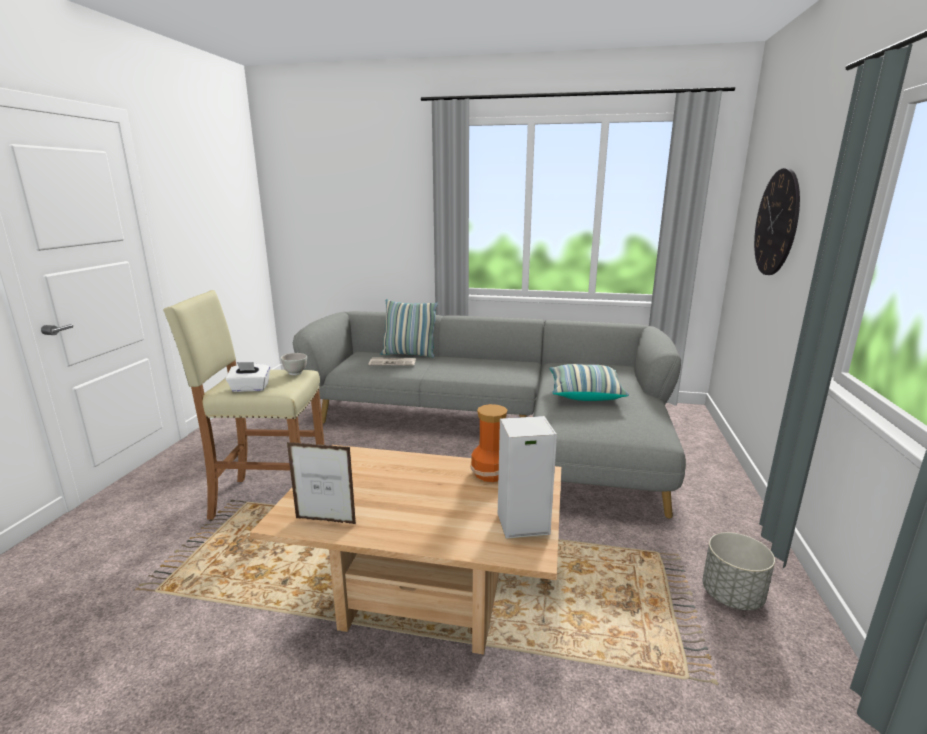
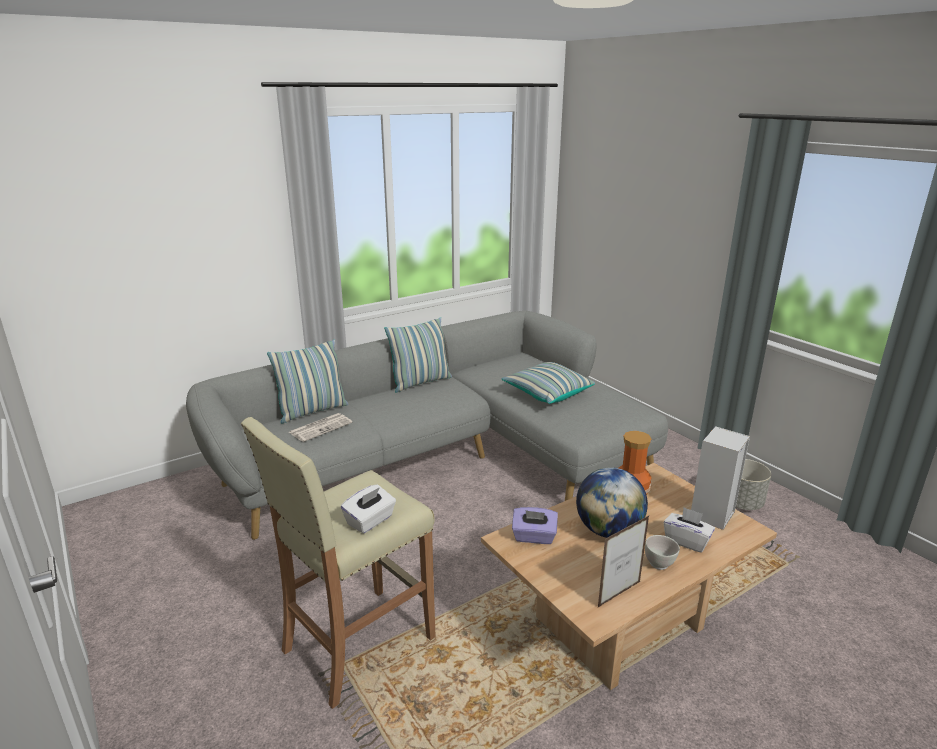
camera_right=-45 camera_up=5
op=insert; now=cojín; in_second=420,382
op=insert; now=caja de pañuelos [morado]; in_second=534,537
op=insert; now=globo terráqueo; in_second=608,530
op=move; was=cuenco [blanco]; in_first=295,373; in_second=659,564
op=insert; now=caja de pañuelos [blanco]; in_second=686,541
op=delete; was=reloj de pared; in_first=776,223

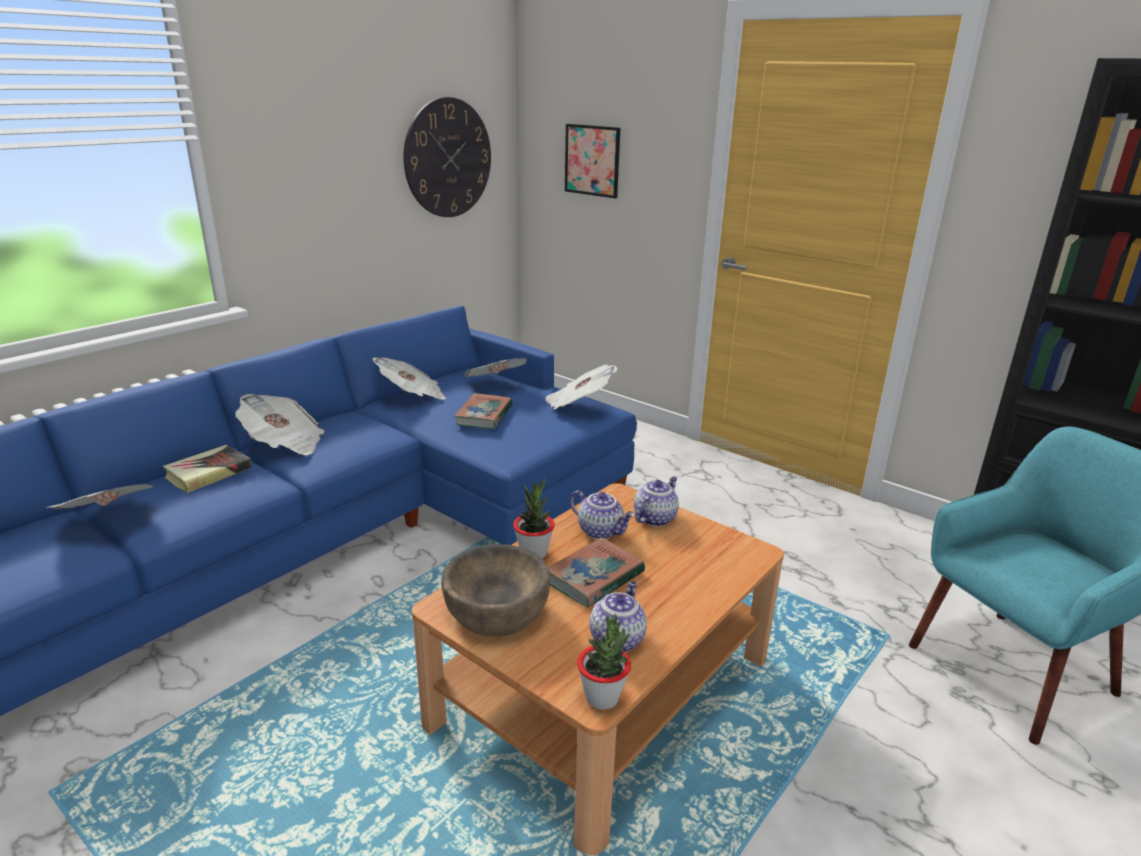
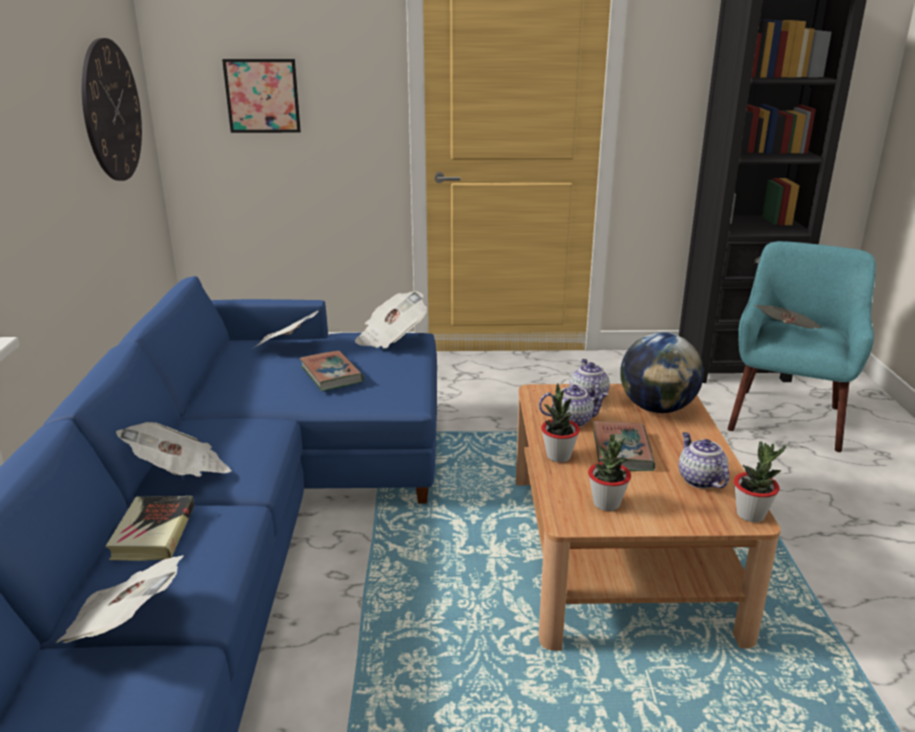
camera_right=-40 camera_up=0
op=replace; was=cuenco [marrón]; now=planta en maceta; in_first=496,611; in_second=606,503
op=insert; now=globo terráqueo; in_second=657,408
op=move; was=periódico; in_first=412,395; in_second=786,335

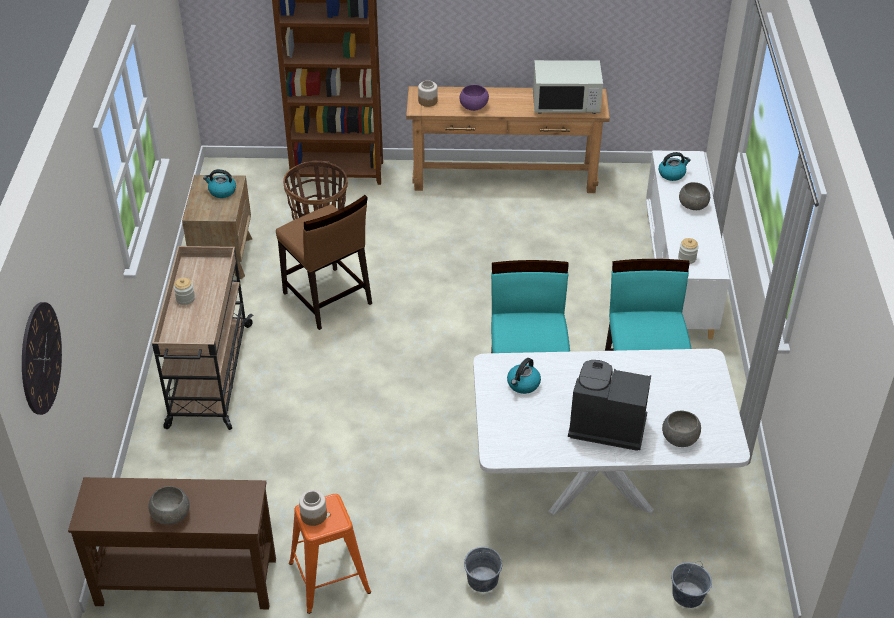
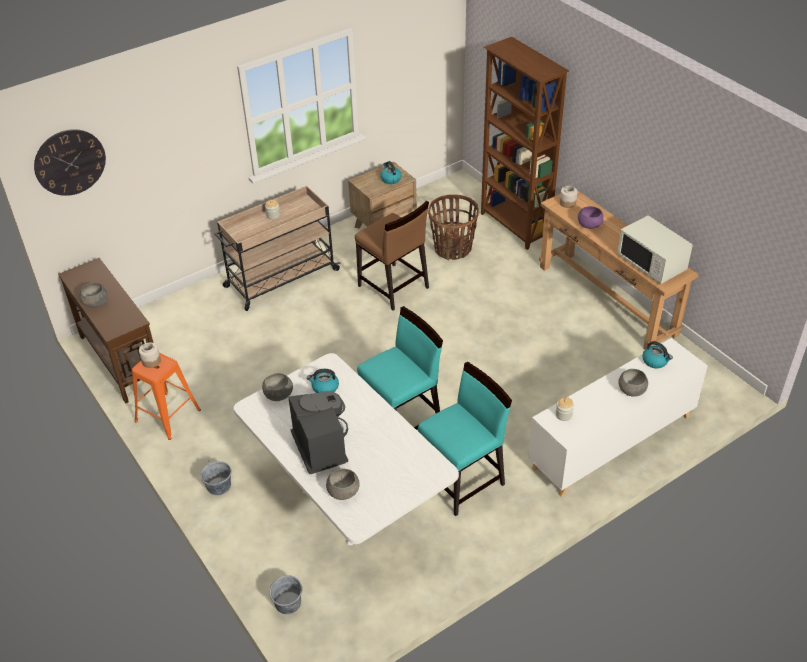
camera_right=55 camera_up=0
op=insert; now=cuenco [gris]; in_second=278,395
op=rotate; was=silla [marrón]; in_first=327,299; in_second=393,287; clockwise=-60

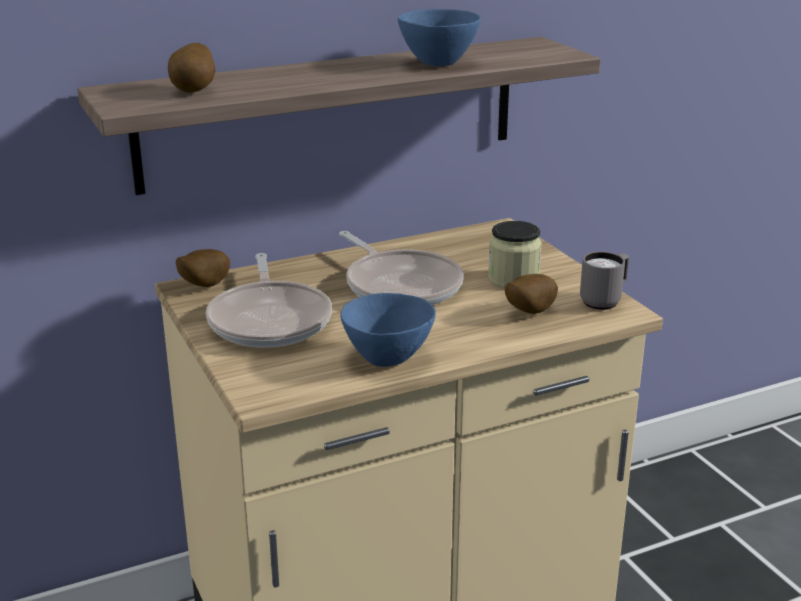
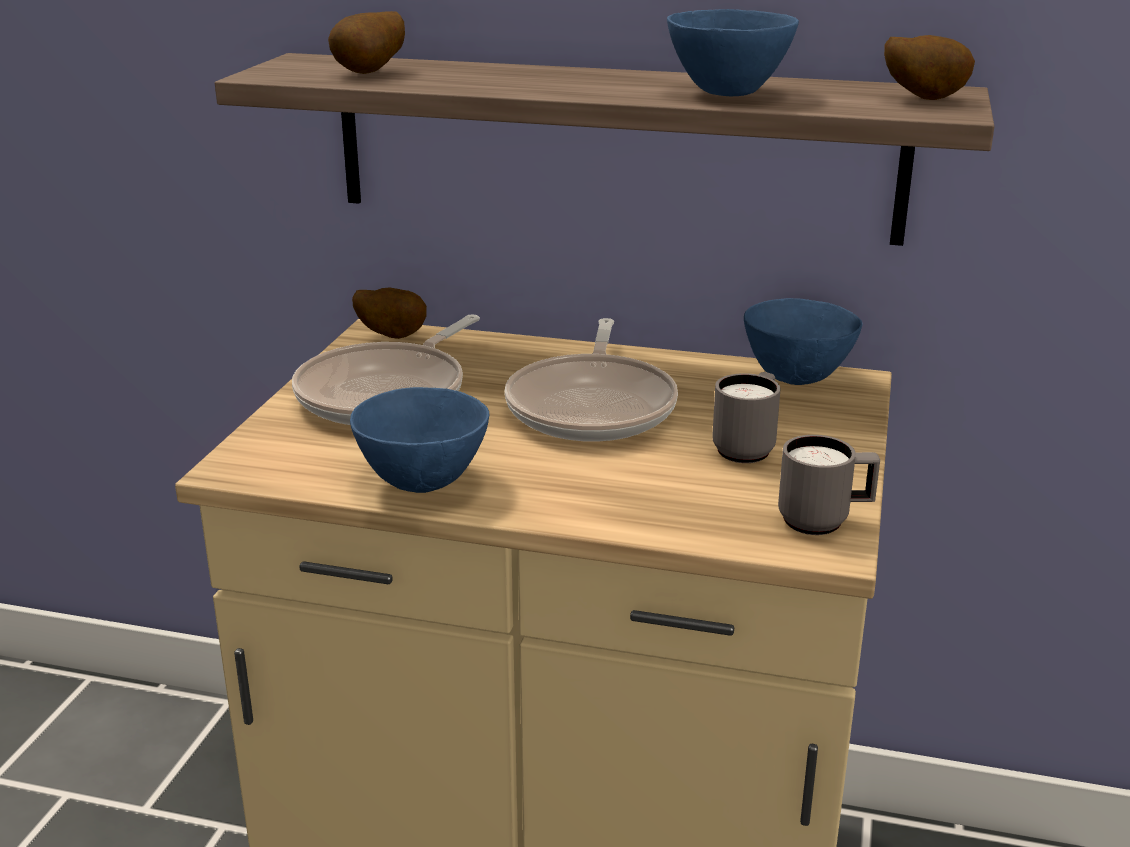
camera_right=40 camera_up=0
op=replace; was=tarro; now=taza grande [gris]; in_first=513,279; in_second=747,448
op=insert; now=cuenco [azul]; in_second=798,377
op=move; was=patata; in_first=528,312; in_second=922,99

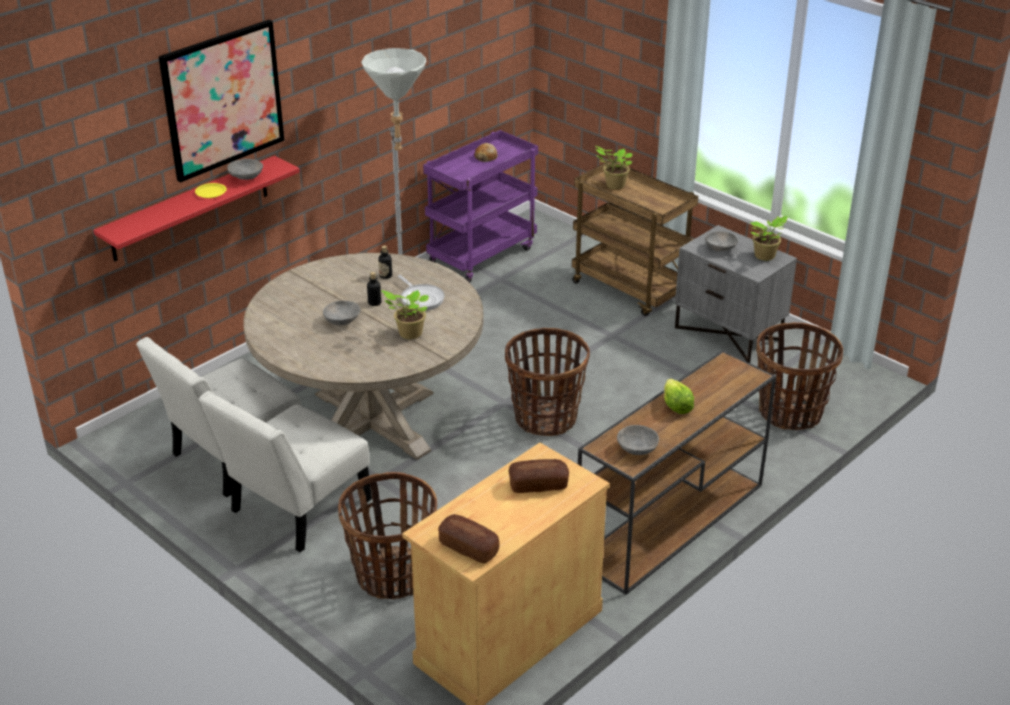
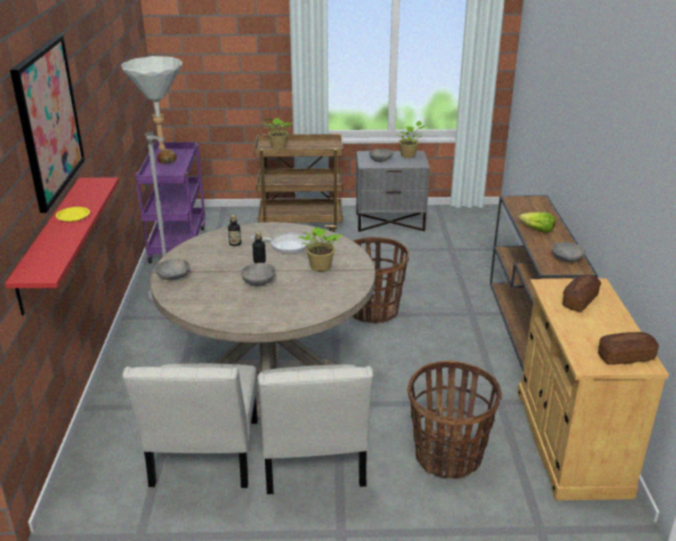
camera_right=-45 camera_up=-5
op=move; was=cuenco [gris]; in_first=246,178; in_second=174,278
op=delete; was=cesta; in_first=790,413

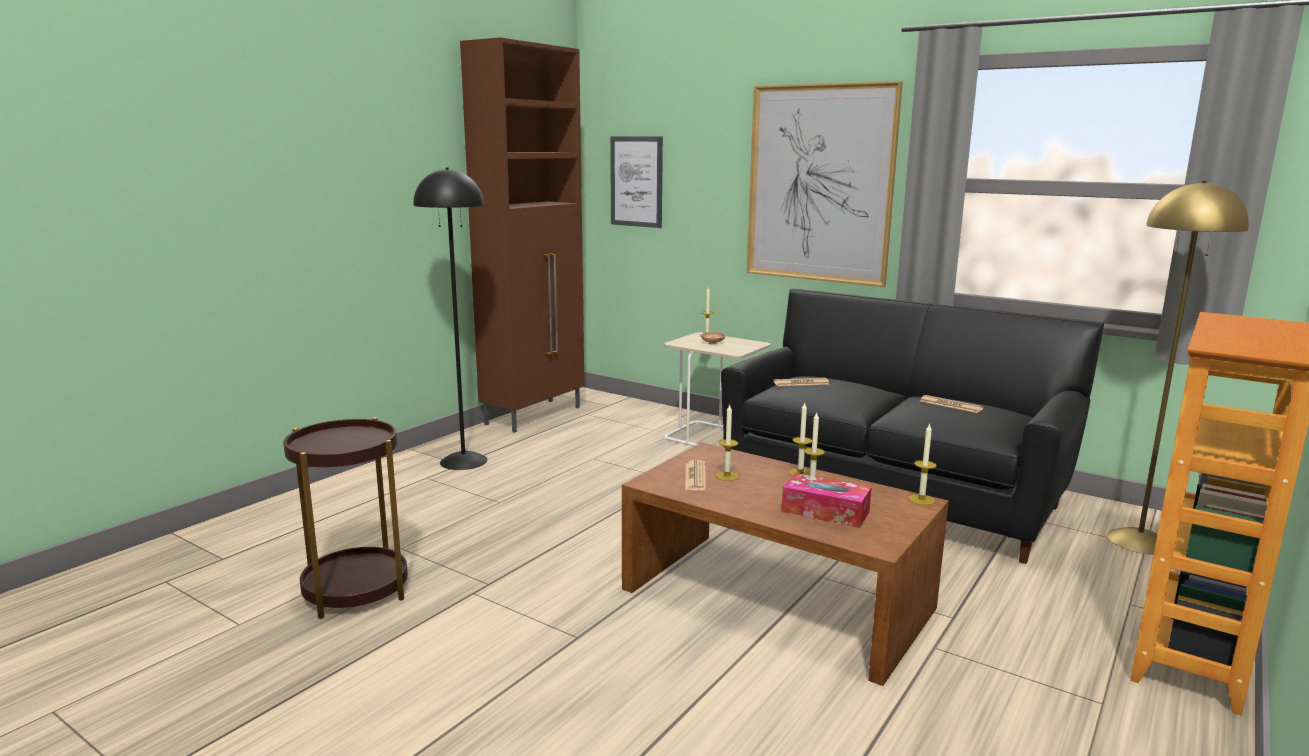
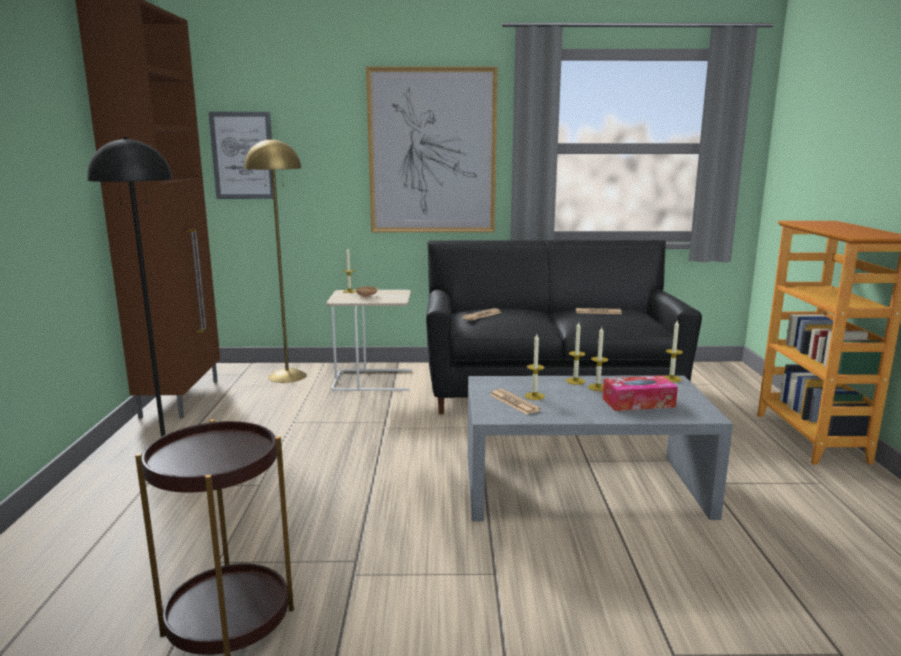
camera_right=-35 camera_up=0
op=move; was=lámpara de pie [amarillo]; in_first=1139,541; in_second=287,376
op=recolor; was=mesa de centro [marrón]; now=mesa de centro [gris]; in_first=777,598; in_second=583,486

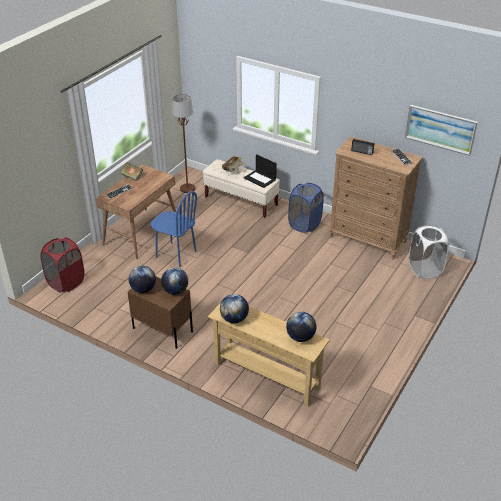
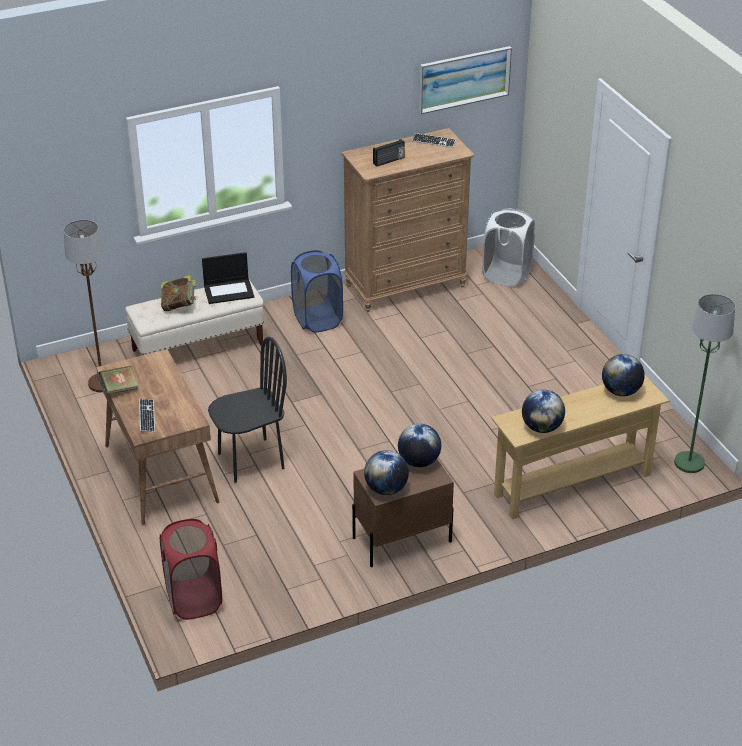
camera_right=-55 camera_up=0
op=recolor; was=silla [azul]; now=silla [negro]; in_first=176,254; in_second=251,460
op=insert; now=lámpara de pie [verde]; in_second=689,463

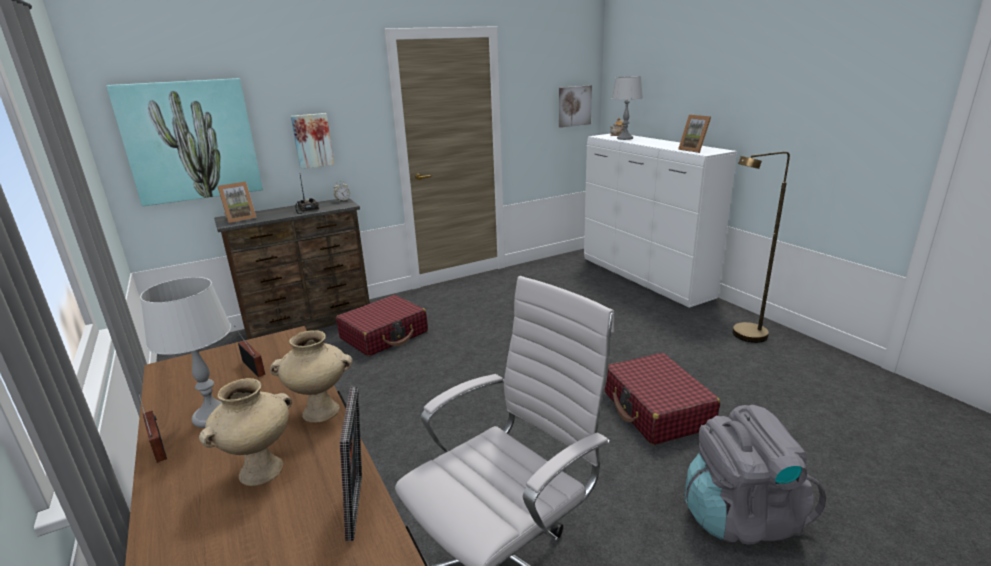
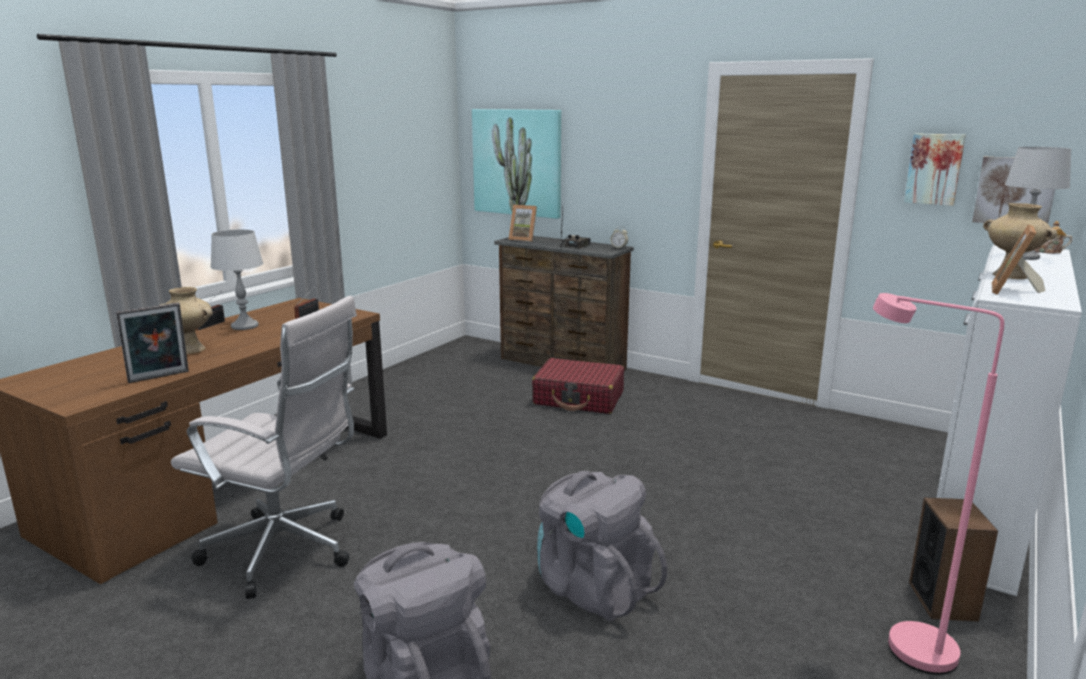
camera_right=60 camera_up=-5
op=replace; was=maleta [rojo]; now=mochila [gris]; in_first=656,410; in_second=593,588
op=recolor; was=lámpara de pie [marrón]; now=lámpara de pie [rosa]; in_first=743,337; in_second=901,644
op=move; was=cuadro; in_first=312,140; in_second=934,169
op=insert; now=altavoz; in_second=943,601
op=move; was=florero [beis]; in_first=322,411; in_second=1011,275

